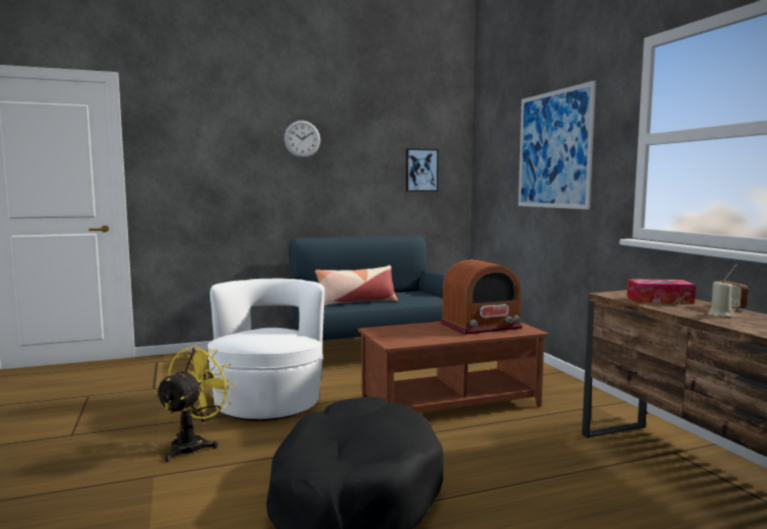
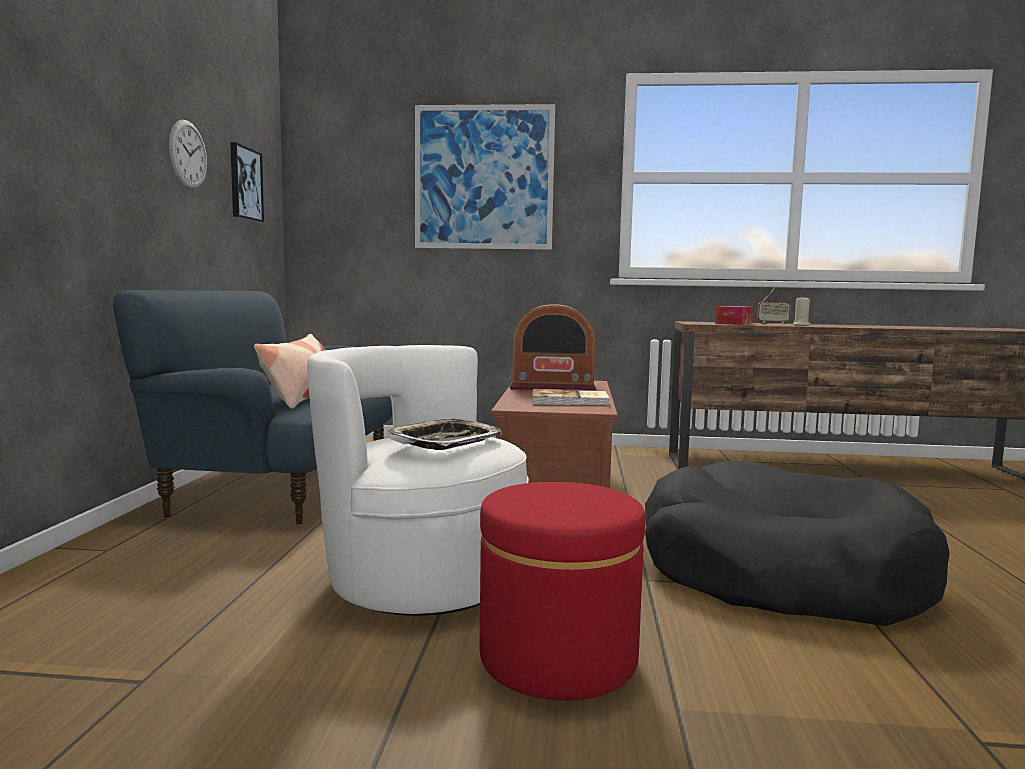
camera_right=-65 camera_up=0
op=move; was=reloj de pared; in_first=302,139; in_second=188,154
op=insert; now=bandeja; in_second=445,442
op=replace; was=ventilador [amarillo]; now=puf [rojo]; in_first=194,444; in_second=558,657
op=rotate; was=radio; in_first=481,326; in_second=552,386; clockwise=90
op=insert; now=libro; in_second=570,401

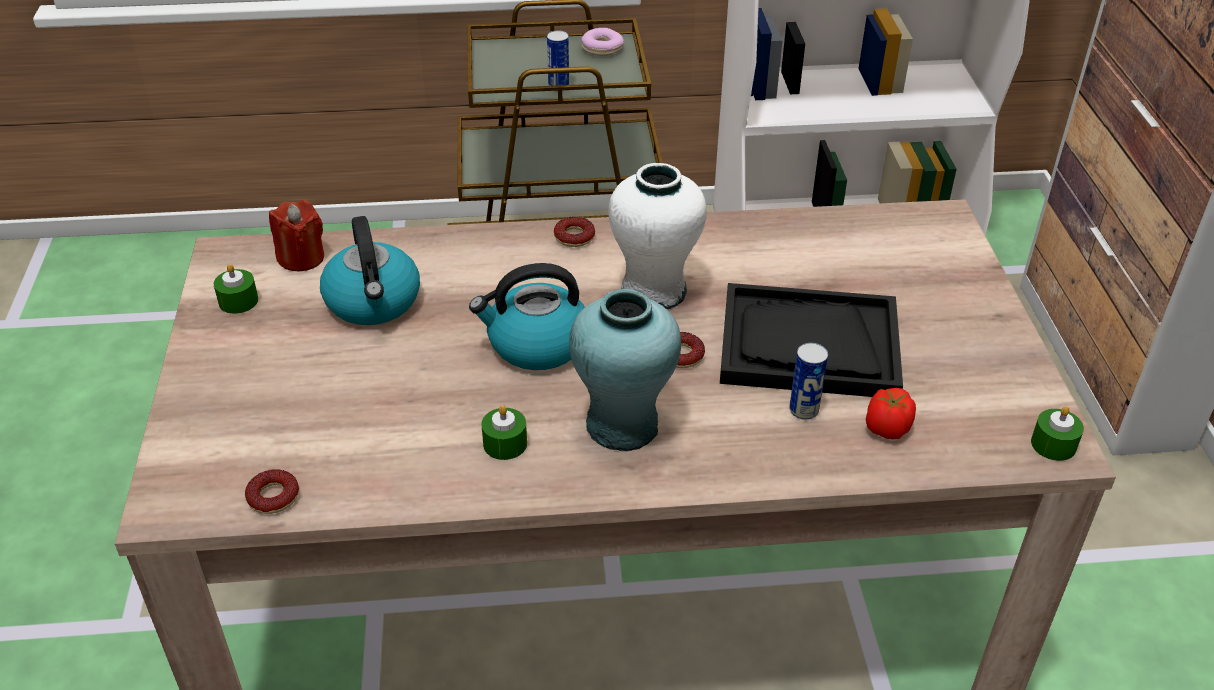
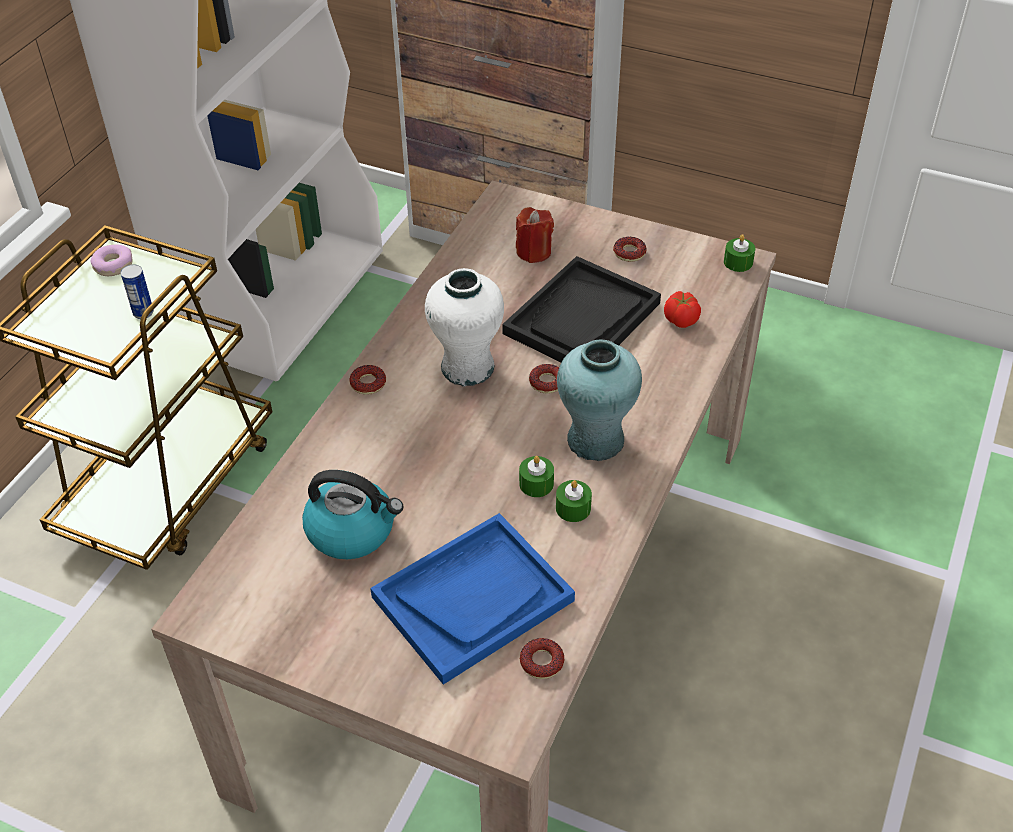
camera_right=-60 camera_up=5
op=insert; now=bandeja [azul]; in_second=473,598
op=move; was=vela [rojo]; in_first=301,258; in_second=533,252
op=move; was=vela [verde]; in_first=238,301; in_second=536,484
op=insert; now=rosquilla; in_second=629,253
op=delete; was=hervidor; in_first=536,344
op=delete; was=lata; in_first=803,410

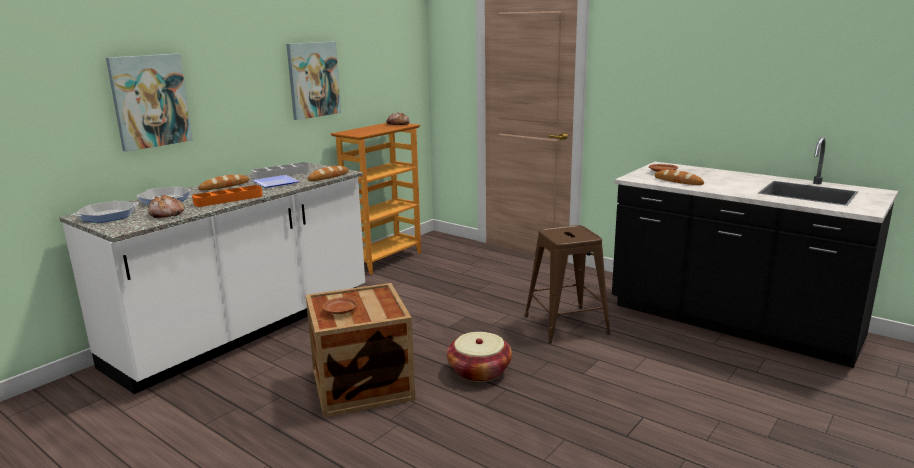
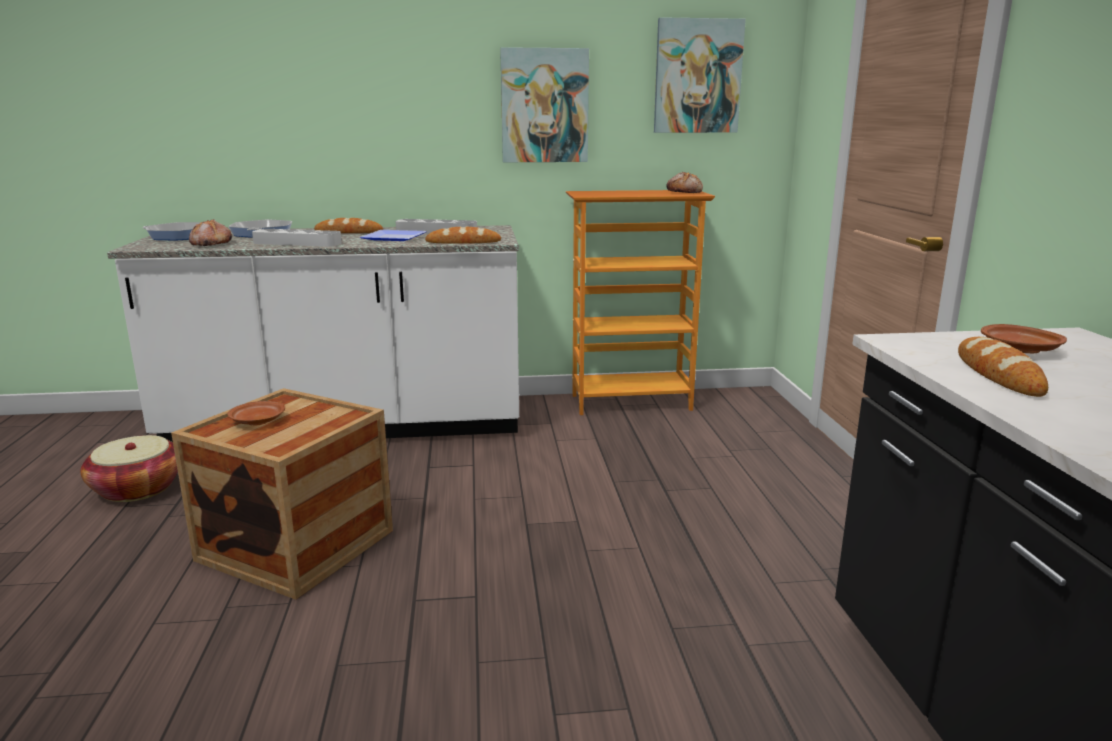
camera_right=45 camera_up=0
op=move; was=cesta; in_first=479,371; in_second=137,489
op=recolor; was=bandeja [naranja]; now=bandeja [gris]; in_first=228,199; in_second=297,243
op=move; was=cuadro; in_first=150,101; in_second=697,76
op=delete; was=taburete [marrón]; in_first=565,324

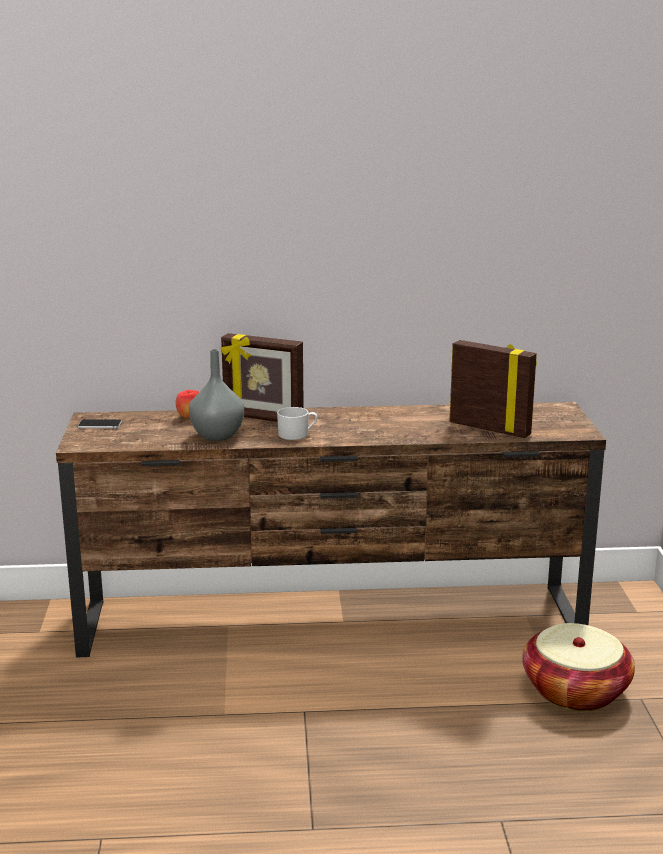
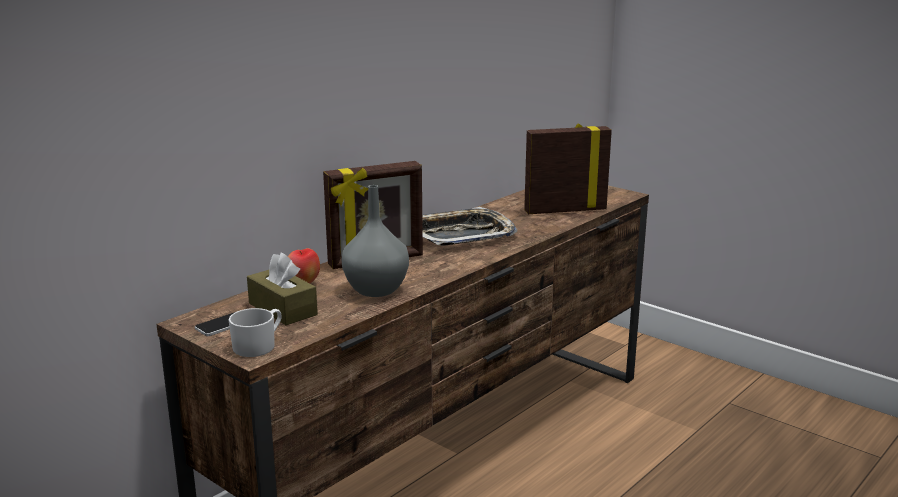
camera_right=-45 camera_up=0
op=move; was=taza grande [blanco]; in_first=297,434; in_second=259,345
op=insert; now=caja de pañuelos [marrón]; in_second=282,309
op=insert; now=bandeja; in_second=460,235
op=delete; was=cesta; in_first=575,691

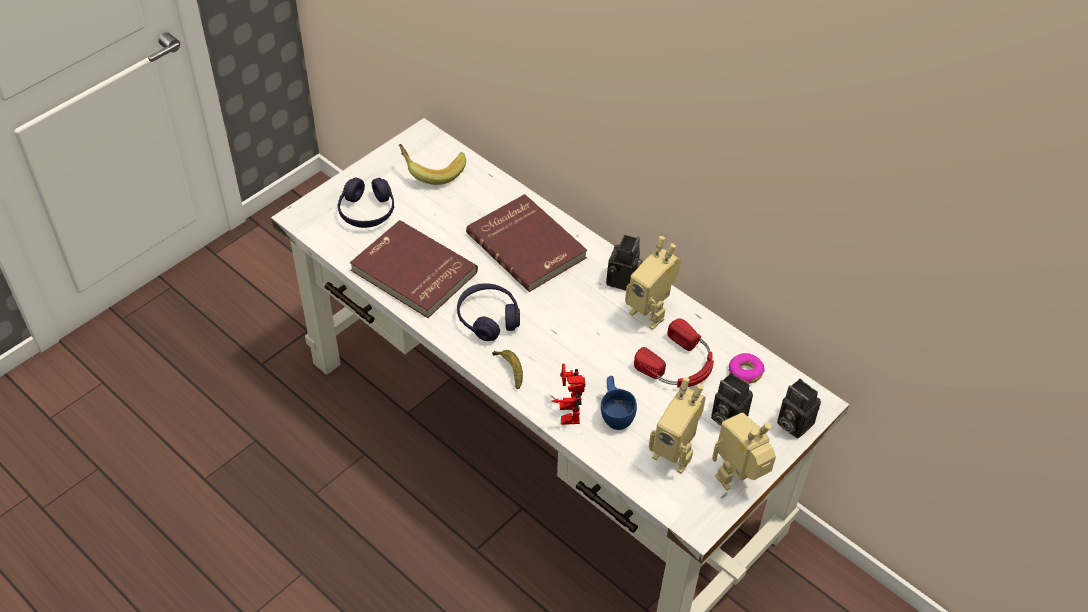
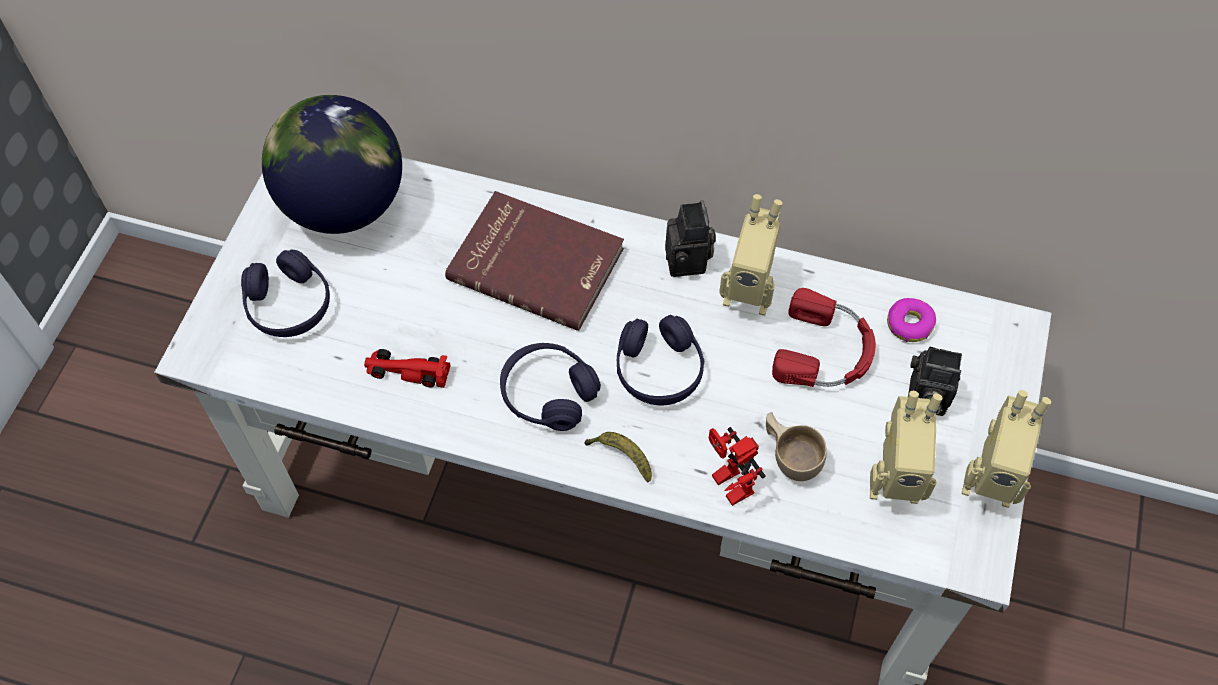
camera_right=-25 camera_up=10
op=replace; was=plátano; now=globo terráqueo; in_first=432,170; in_second=344,205
op=replace; was=libro [rojo]; now=coche de juguete [rojo]; in_first=412,273; in_second=407,371
op=insert; now=auriculares [morado]; in_second=659,369
op=recolor; was=taza [azul]; now=taza [beis]; in_first=616,413; in_second=790,456
op=rotate; was=robot de juguete; in_first=738,480; in_second=989,480; clockwise=-105
op=delete; was=cámara; in_first=792,423

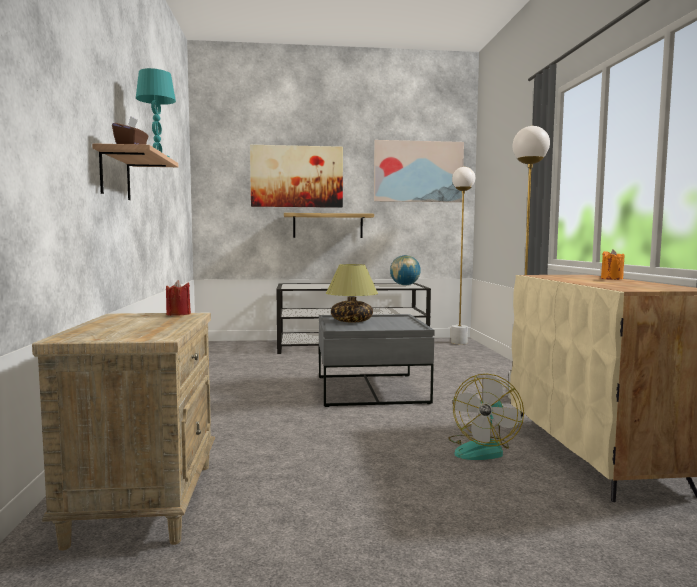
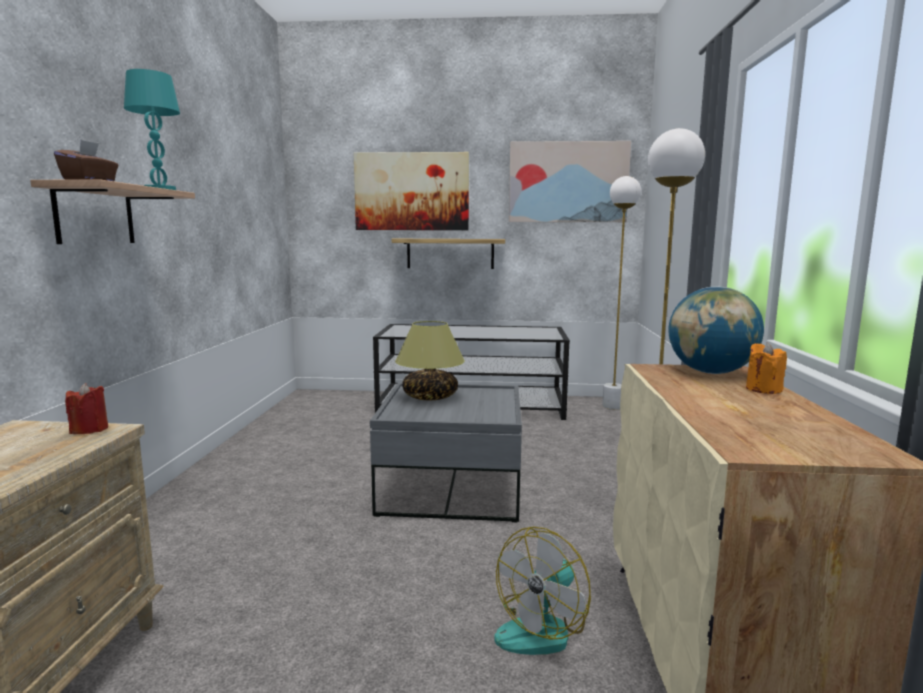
camera_right=10 camera_up=5
op=move; was=globo terráqueo; in_first=405,285; in_second=711,372

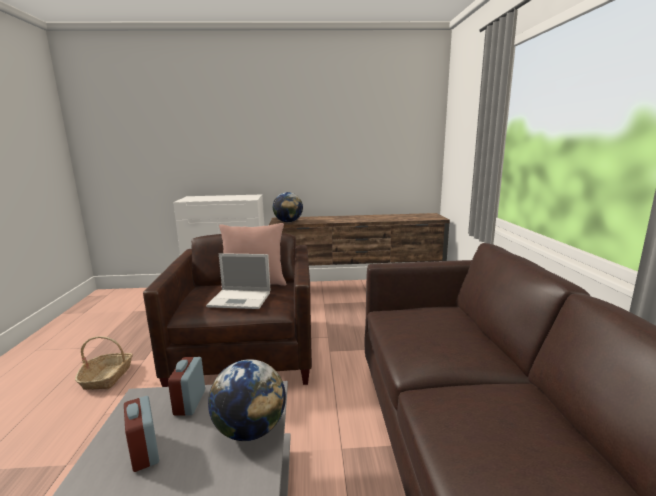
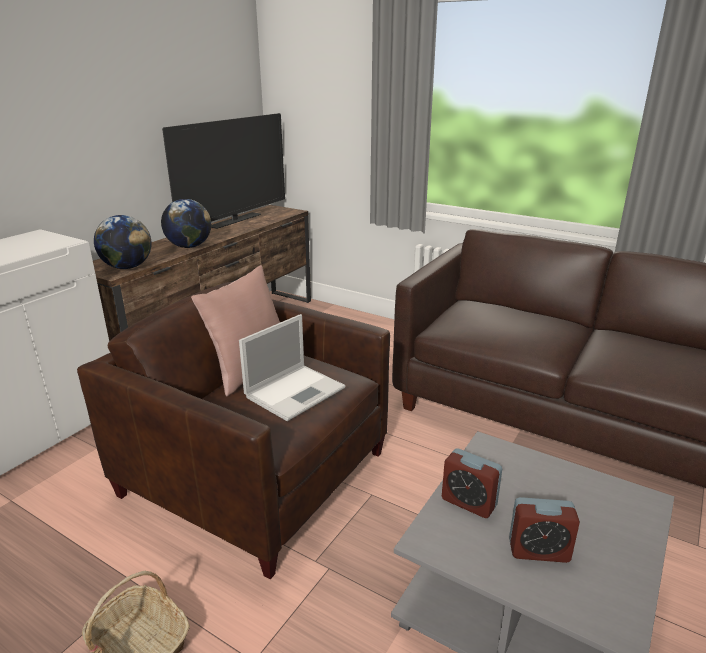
camera_right=-55 camera_up=10
op=move; was=globo terráqueo; in_first=250,430; in_second=189,246
op=insert; now=televisor; in_second=235,221

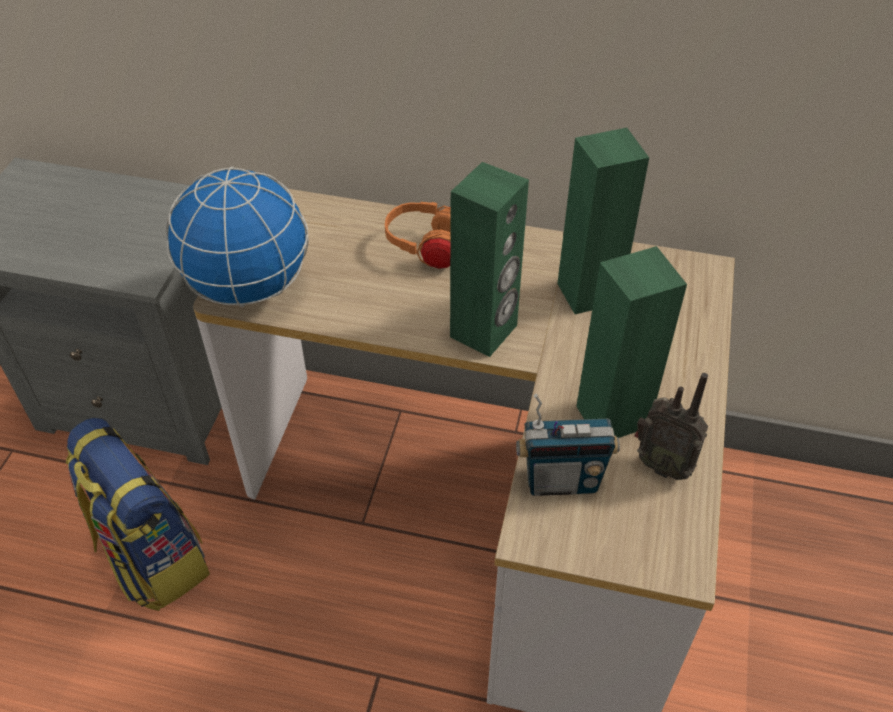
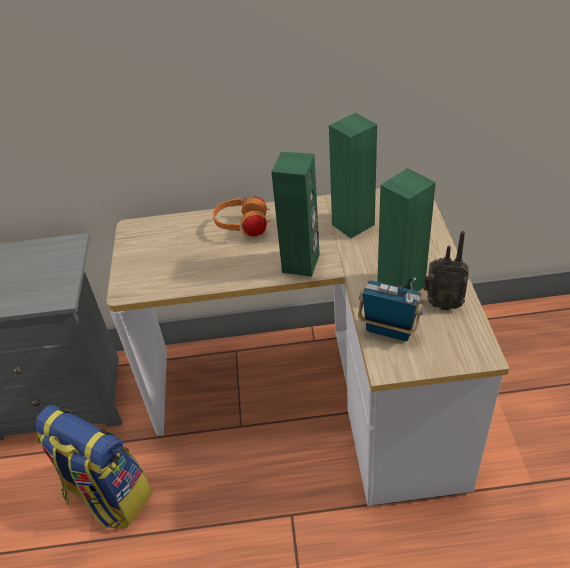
camera_right=-15 camera_up=-5
op=rotate; was=radio; in_first=561,481; in_second=389,331; clockwise=-135
op=delete; was=globo terráqueo; in_first=247,287

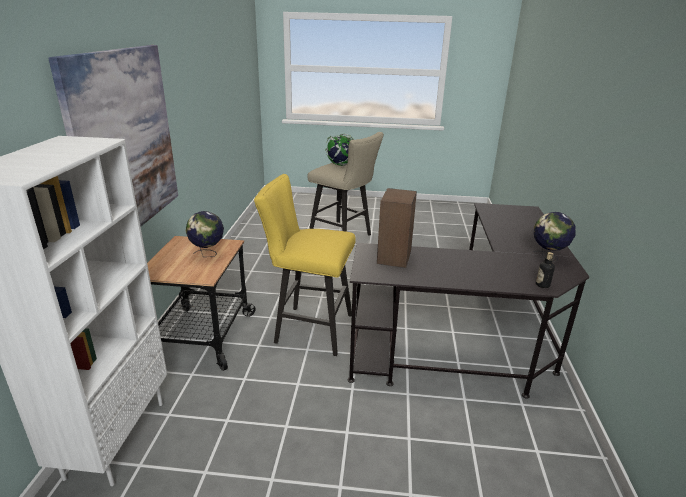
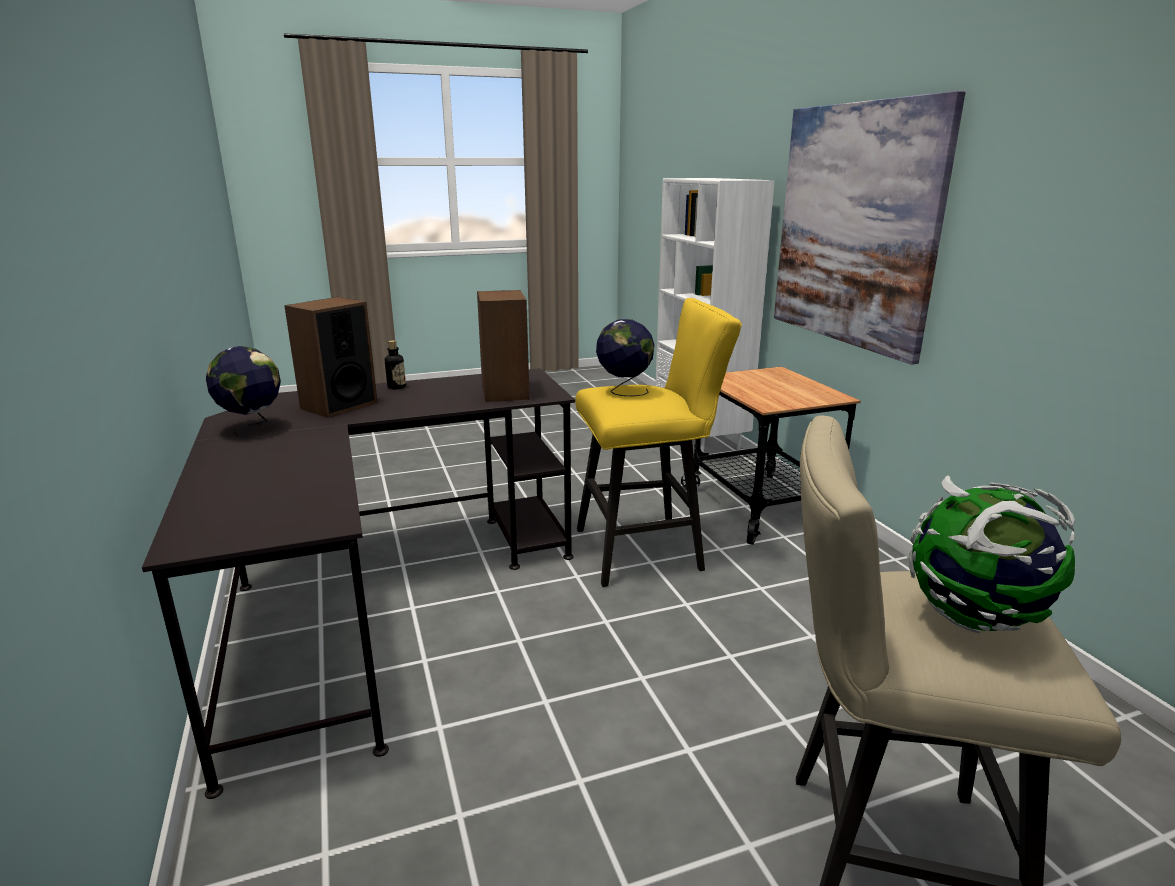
camera_right=155 camera_up=-5
op=insert; now=altavoz; in_second=338,405
op=move; was=botella; in_first=542,285; in_second=396,387
op=move; was=globo terráqueo; in_first=208,254; in_second=624,391

